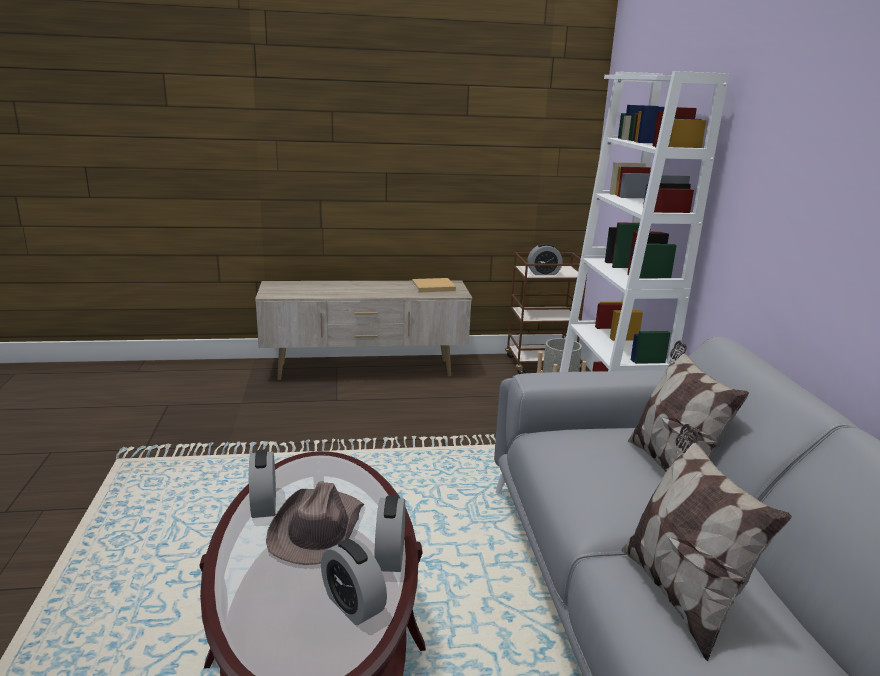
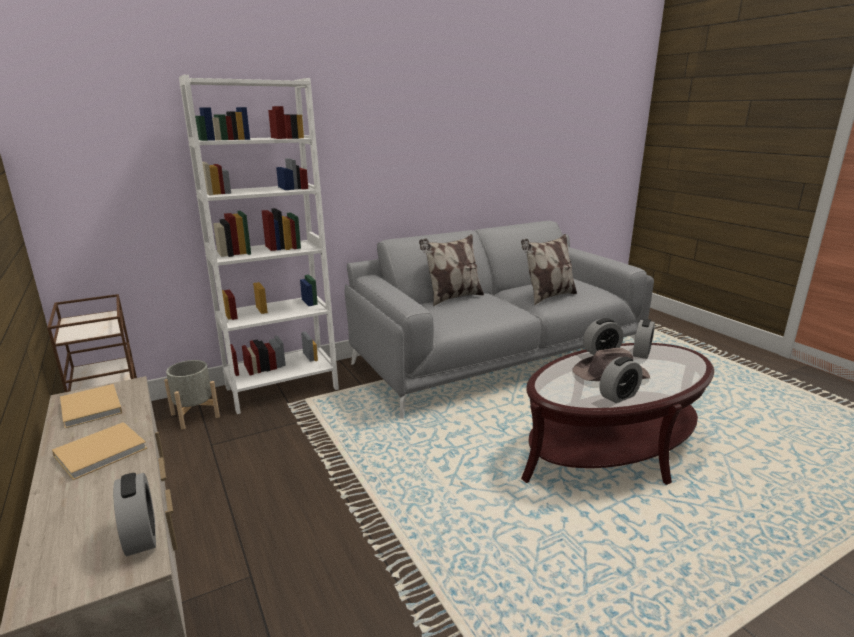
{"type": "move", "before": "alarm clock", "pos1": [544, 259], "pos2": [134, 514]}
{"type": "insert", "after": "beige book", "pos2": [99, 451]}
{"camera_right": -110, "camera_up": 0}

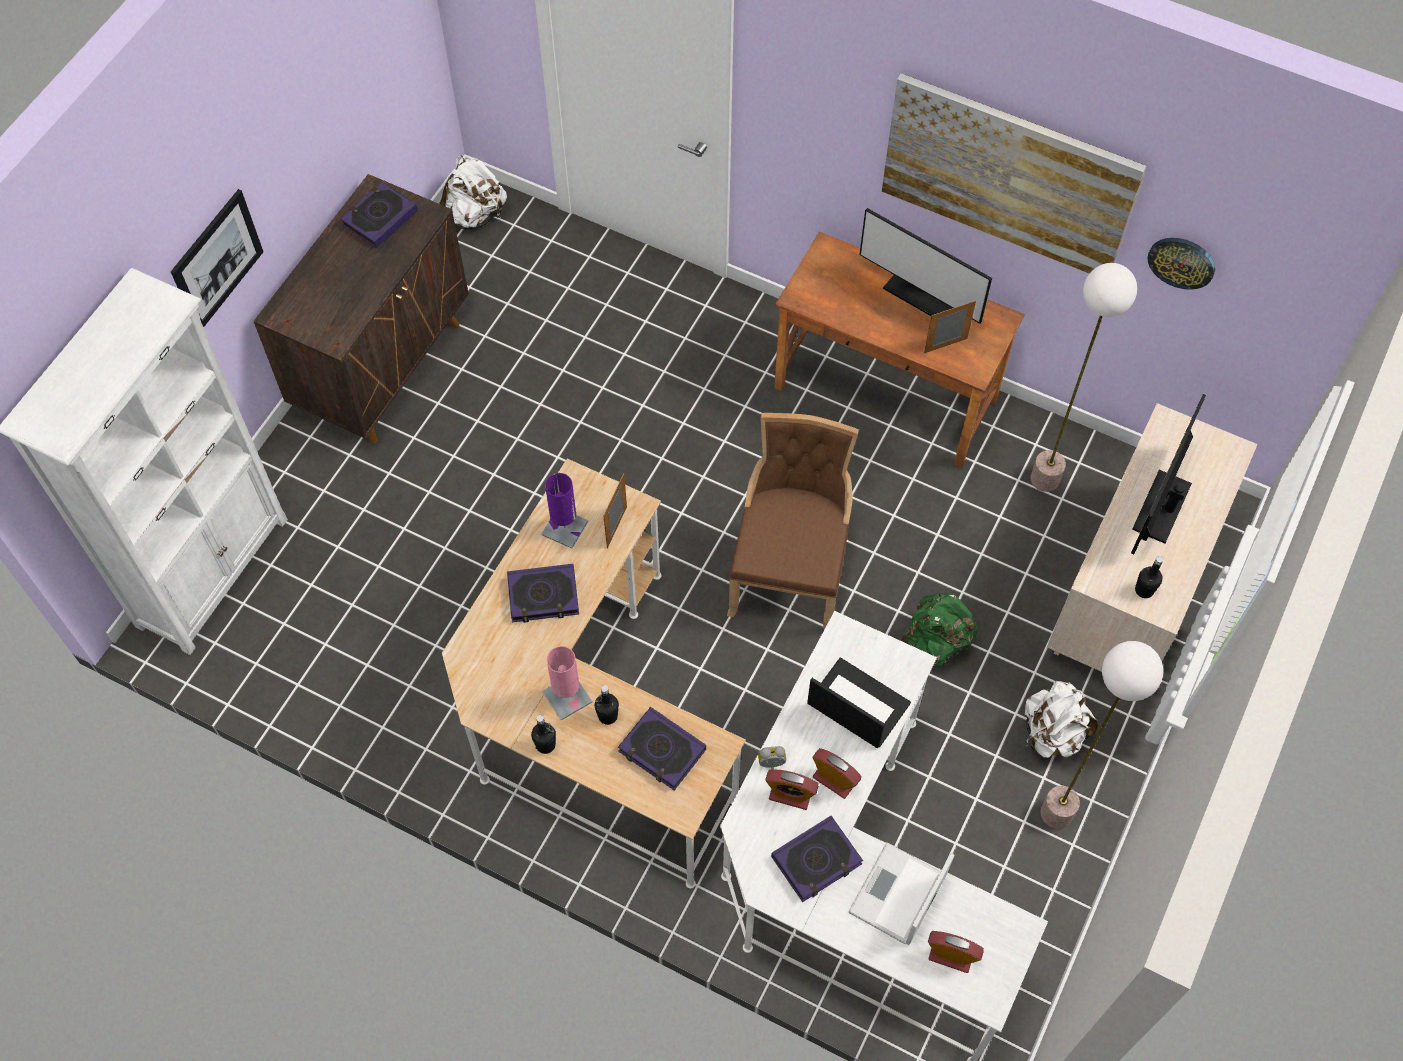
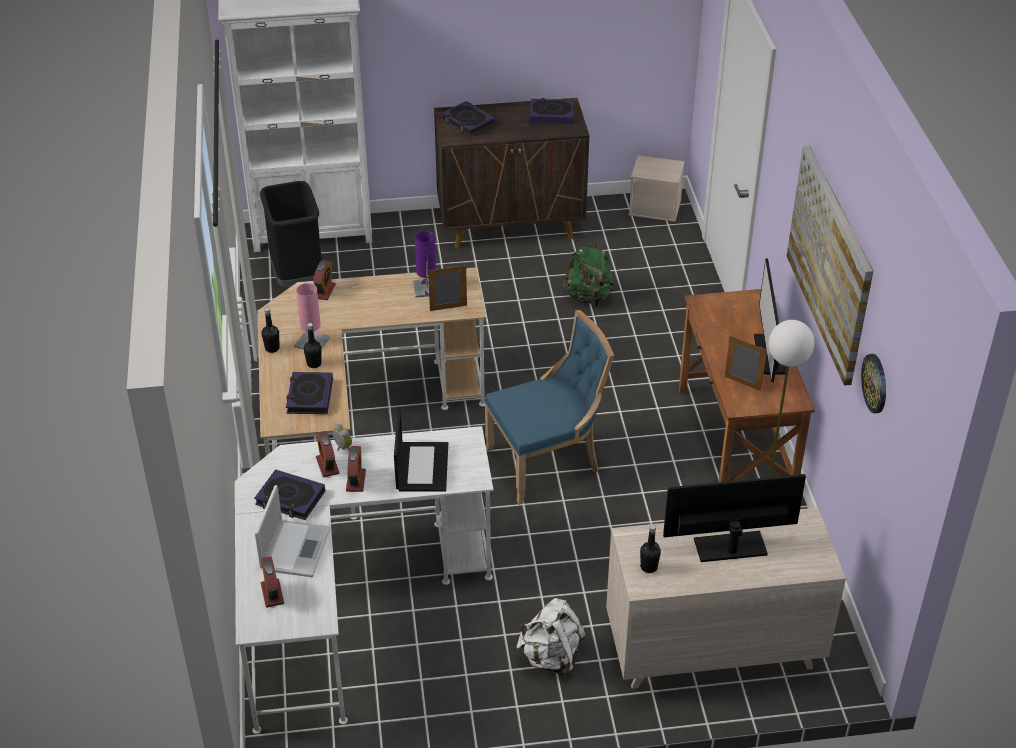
{"type": "delete", "before": "picture", "pos1": [217, 258]}
{"type": "replace", "before": "white backpack", "after": "beige storage box", "pos1": [473, 192], "pos2": [657, 188]}
{"type": "move", "before": "book", "pos1": [543, 593], "pos2": [468, 118]}
{"type": "recolor", "before": "brown chair", "after": "blue chair", "pos1": [793, 521], "pos2": [549, 407]}
{"type": "rotate", "before": "laptop", "pos1": [902, 893], "pos2": [293, 531], "turn": 105}
{"type": "move", "before": "green backpack", "pos1": [938, 629], "pos2": [588, 273]}
{"type": "delete", "before": "floor lamp", "pos1": [1102, 735]}
{"type": "insert", "after": "black trash can", "pos2": [291, 234]}
{"type": "insert", "after": "alarm clock", "pos2": [324, 280]}
{"camera_right": 55, "camera_up": -20}

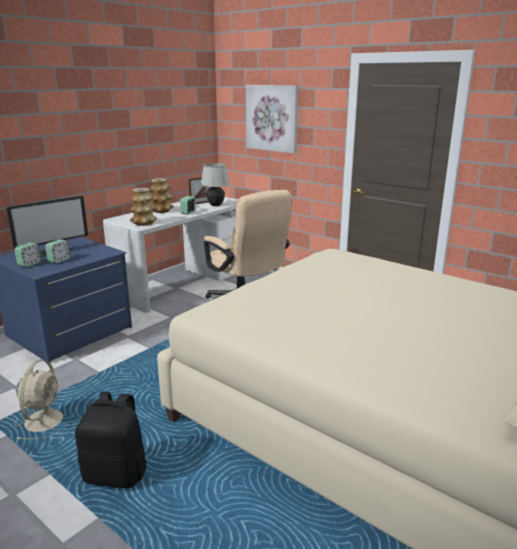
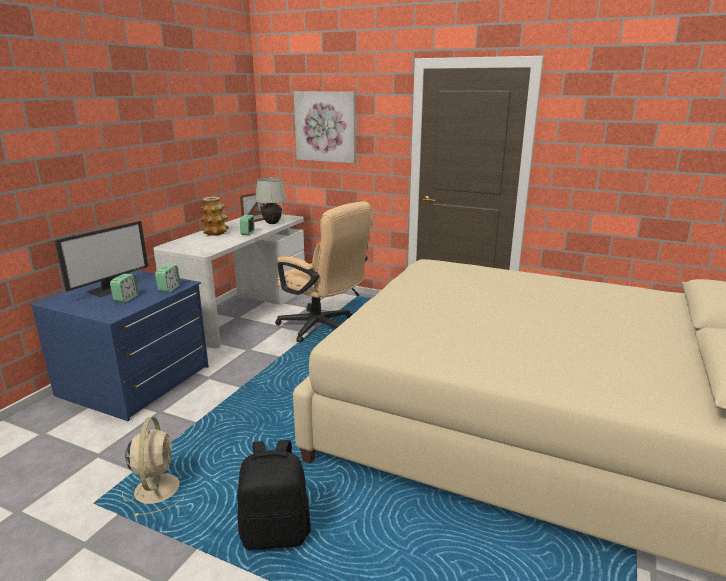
{"type": "move", "before": "alarm clock", "pos1": [28, 255], "pos2": [167, 278]}
{"type": "delete", "before": "vase", "pos1": [143, 207]}
{"camera_right": -15, "camera_up": 0}

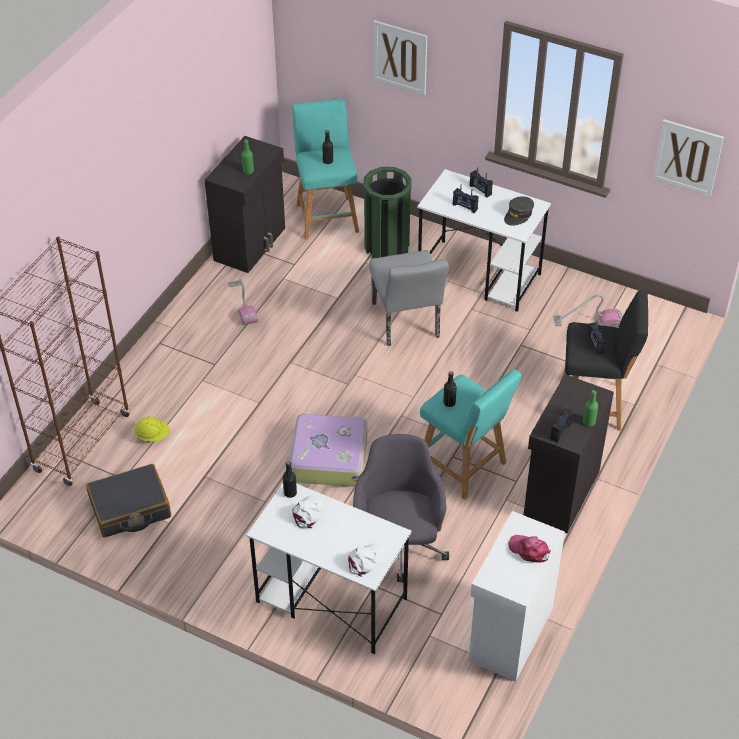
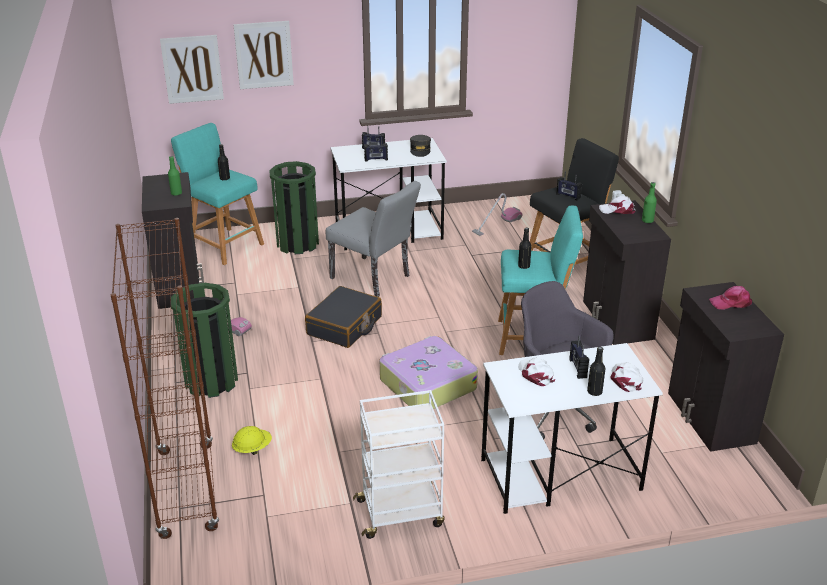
{"type": "move", "before": "black suitcase", "pos1": [128, 501], "pos2": [343, 317]}
{"type": "move", "before": "black bottle", "pos1": [290, 479], "pos2": [596, 371]}
{"type": "recolor", "before": "white cabinet", "after": "black cabinet", "pos1": [517, 596], "pos2": [726, 367]}
{"type": "move", "before": "radio", "pos1": [561, 425], "pos2": [579, 357]}
{"type": "move", "before": "picture", "pos1": [688, 158], "pos2": [192, 69]}
{"type": "insert", "after": "green trash can", "pos2": [204, 340]}
{"type": "insert", "after": "white cart", "pos2": [399, 464]}
{"type": "insert", "after": "white cap", "pos2": [617, 205]}
{"camera_right": -40, "camera_up": -15}

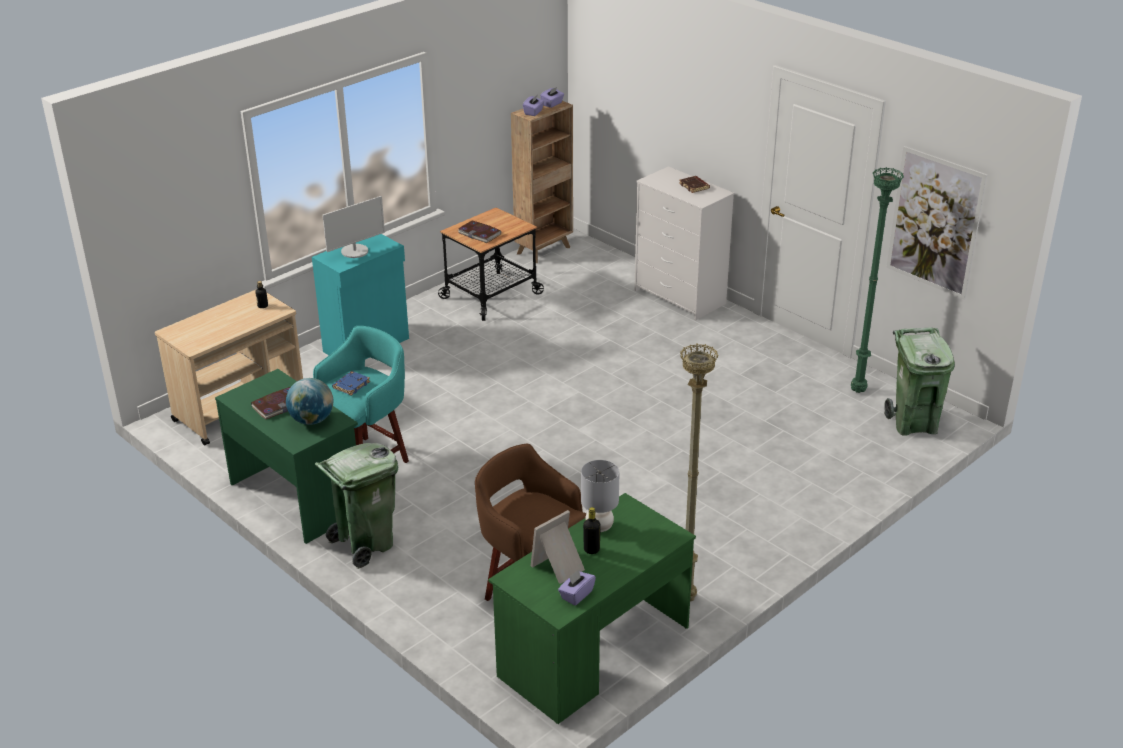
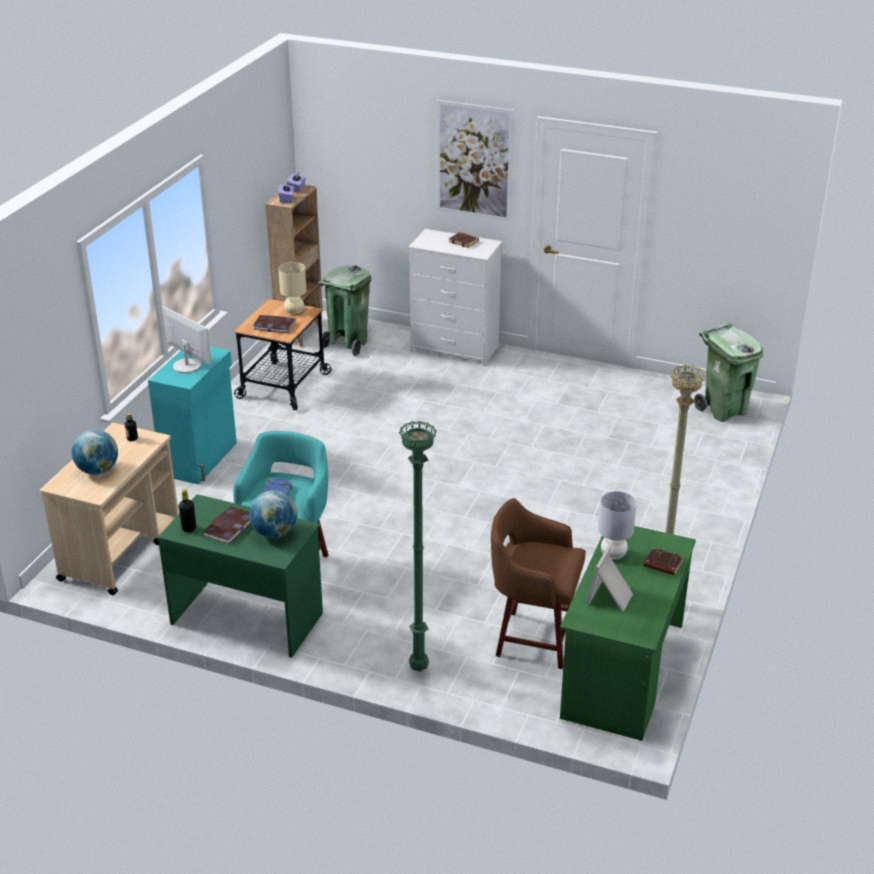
{"type": "move", "before": "green trash can", "pos1": [356, 506], "pos2": [344, 311]}
{"type": "rotate", "before": "monitor", "pos1": [353, 227], "pos2": [187, 339], "turn": -75}
{"type": "delete", "before": "purple tissue box", "pos1": [577, 587]}
{"type": "move", "before": "black bottle", "pos1": [592, 530], "pos2": [187, 510]}
{"type": "move", "before": "green floor lamp", "pos1": [877, 280], "pos2": [418, 546]}
{"type": "move", "before": "picture", "pos1": [936, 223], "pos2": [475, 160]}
{"type": "insert", "after": "globe", "pos2": [95, 452]}
{"type": "insert", "after": "beige table lamp", "pos2": [292, 288]}
{"type": "insert", "after": "brown book", "pos2": [663, 561]}
{"camera_right": -25, "camera_up": 0}

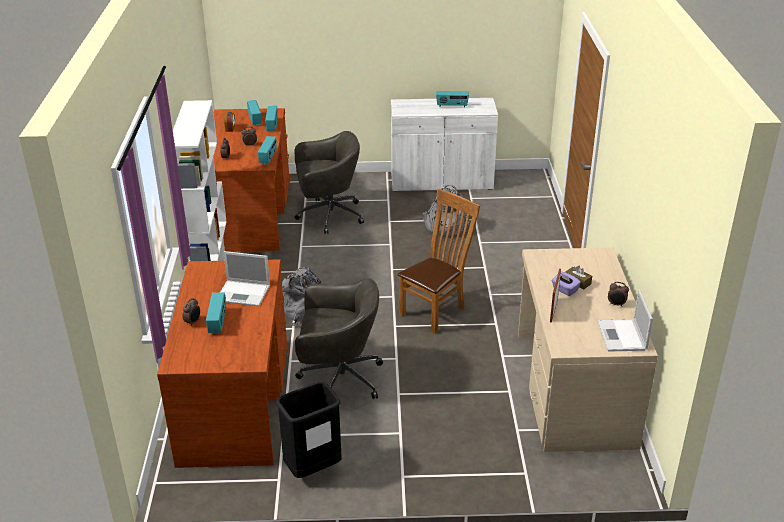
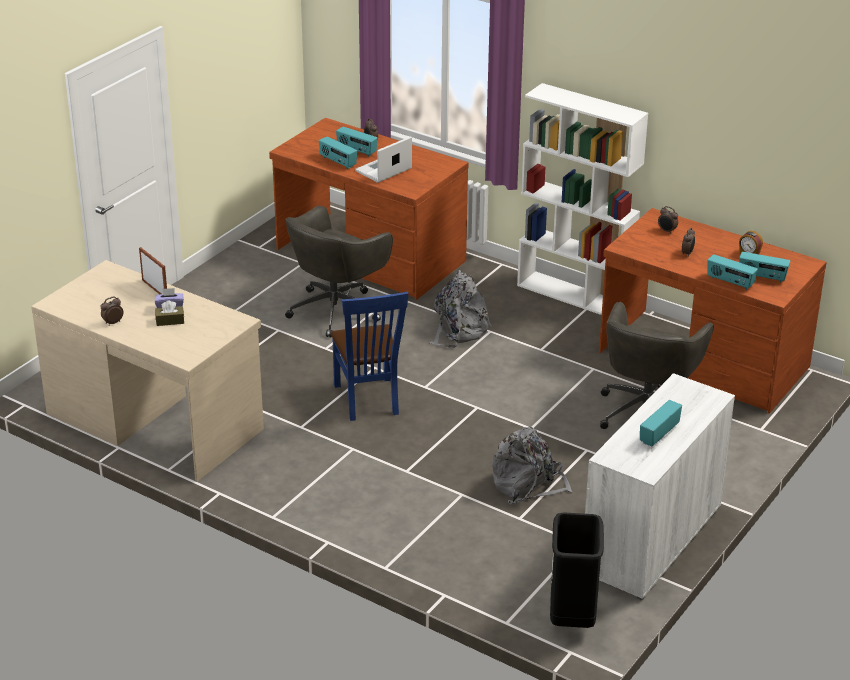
{"type": "move", "before": "radio", "pos1": [267, 150], "pos2": [338, 153]}
{"type": "move", "before": "black trash can", "pos1": [309, 430], "pos2": [577, 570]}
{"type": "recolor", "before": "brown chair", "after": "blue chair", "pos1": [439, 261], "pos2": [370, 356]}
{"type": "delete", "before": "laptop", "pos1": [625, 321]}
{"camera_right": 125, "camera_up": 0}

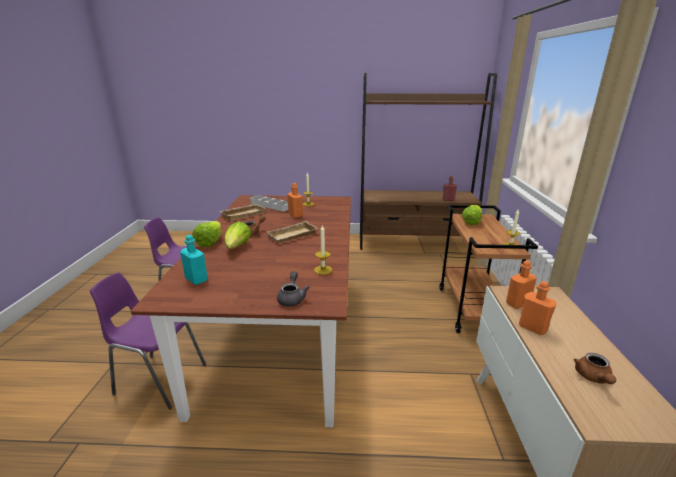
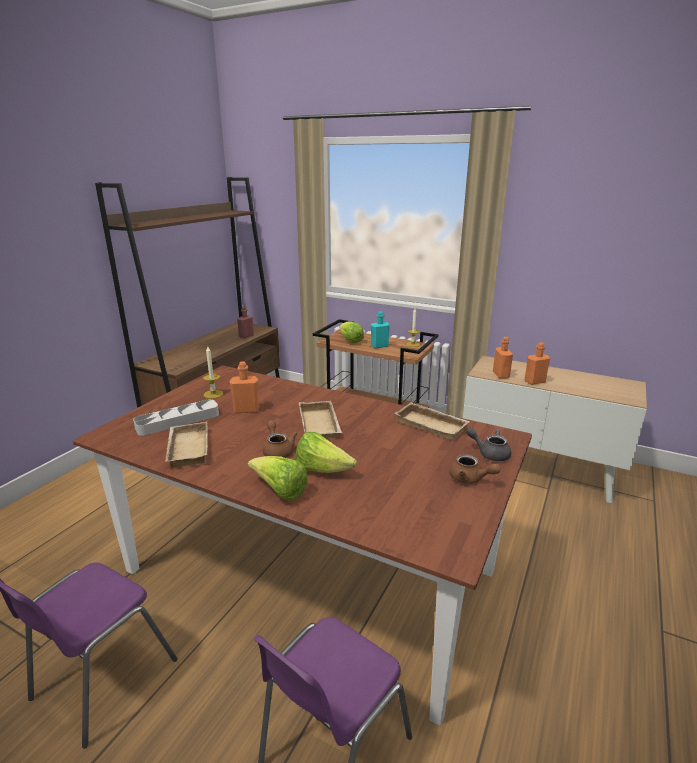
{"type": "move", "before": "turquoise bottle", "pos1": [194, 260], "pos2": [380, 330]}
{"type": "replace", "before": "candle", "after": "beige tray", "pos1": [323, 249], "pos2": [432, 421]}
{"type": "move", "before": "brown teapot", "pos1": [595, 368], "pos2": [475, 469]}
{"camera_right": -65, "camera_up": 0}

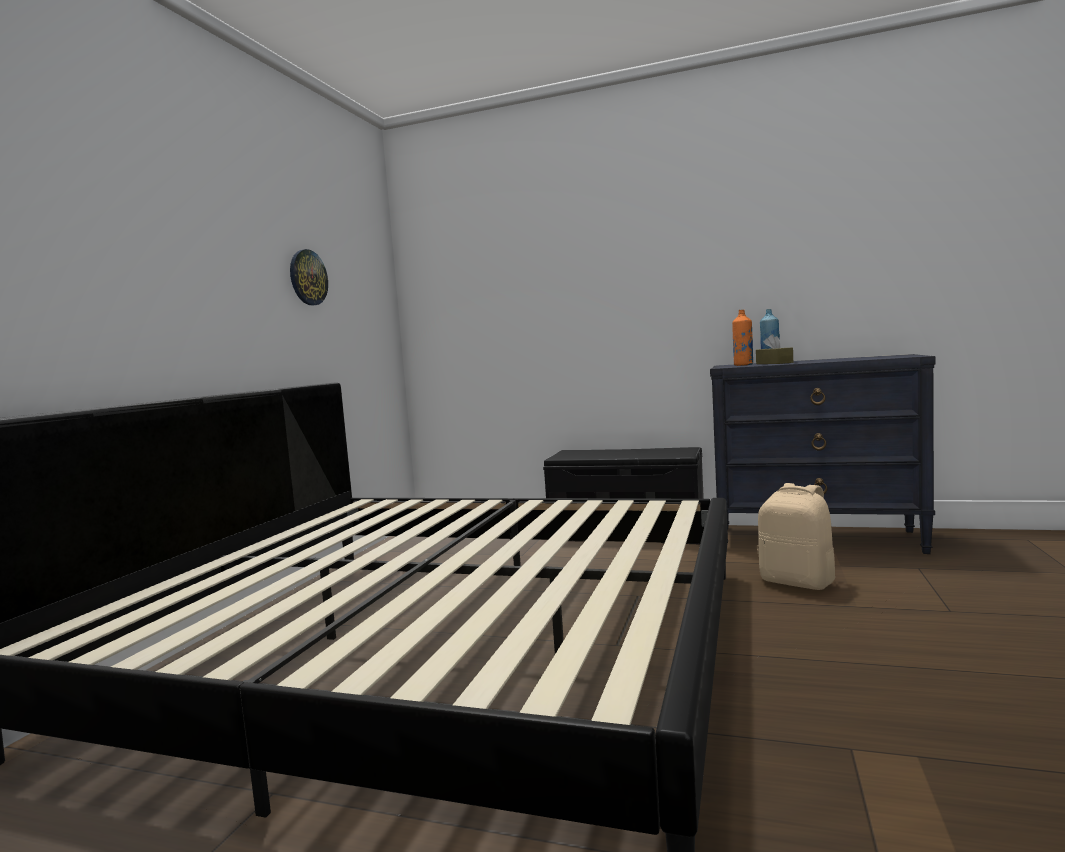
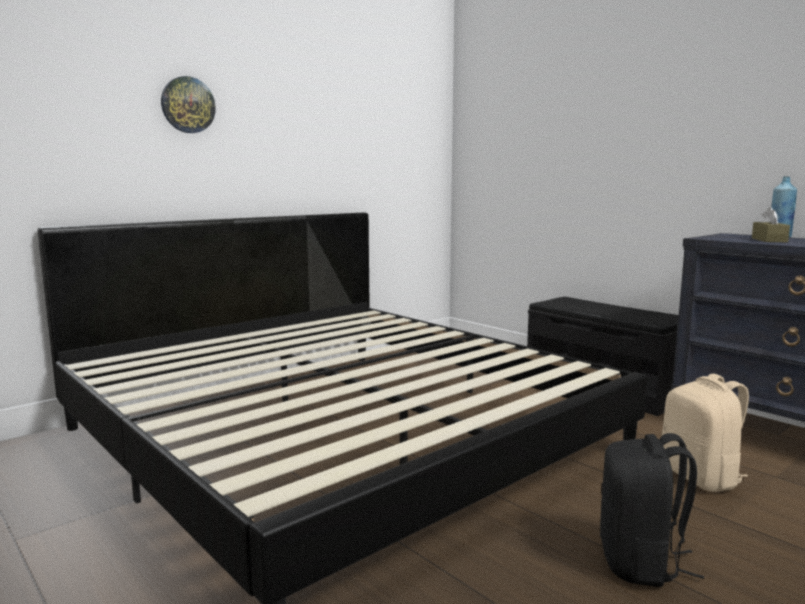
{"type": "move", "before": "wall clock", "pos1": [309, 277], "pos2": [188, 104]}
{"type": "delete", "before": "orange bottle", "pos1": [742, 338]}
{"type": "insert", "after": "black backpack", "pos2": [652, 510]}
{"camera_right": 30, "camera_up": 5}

